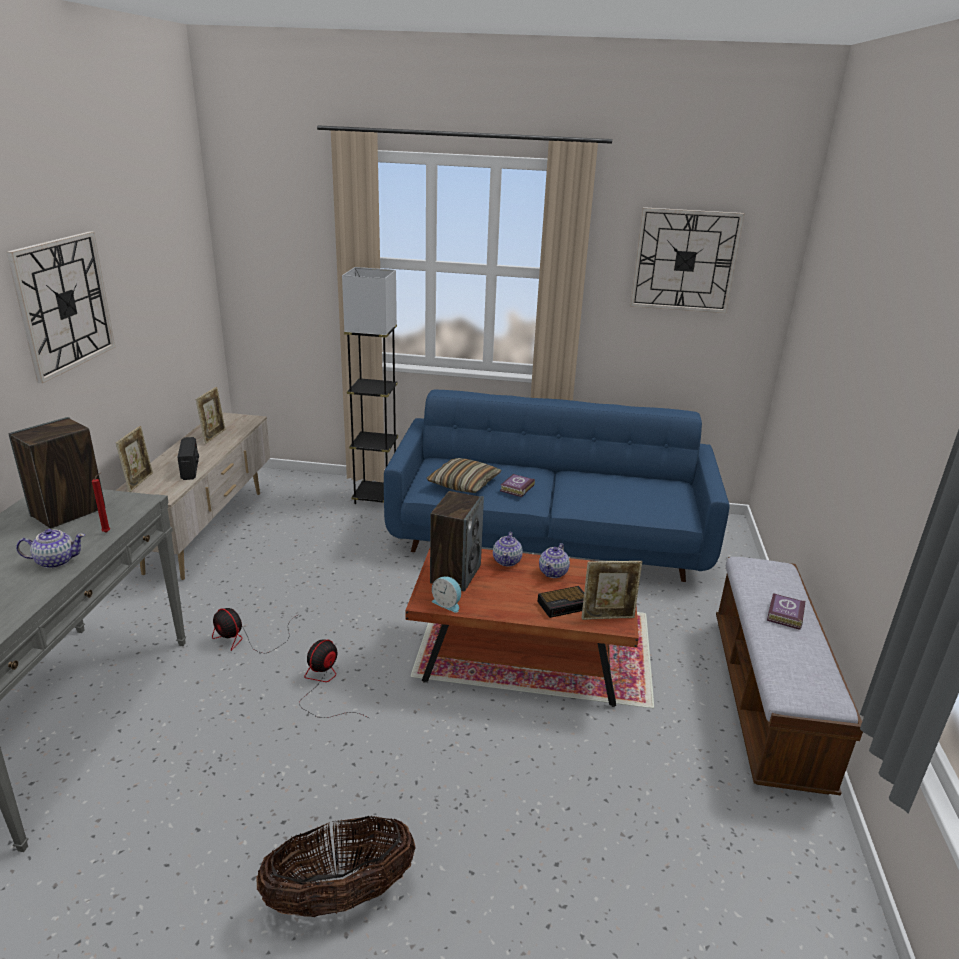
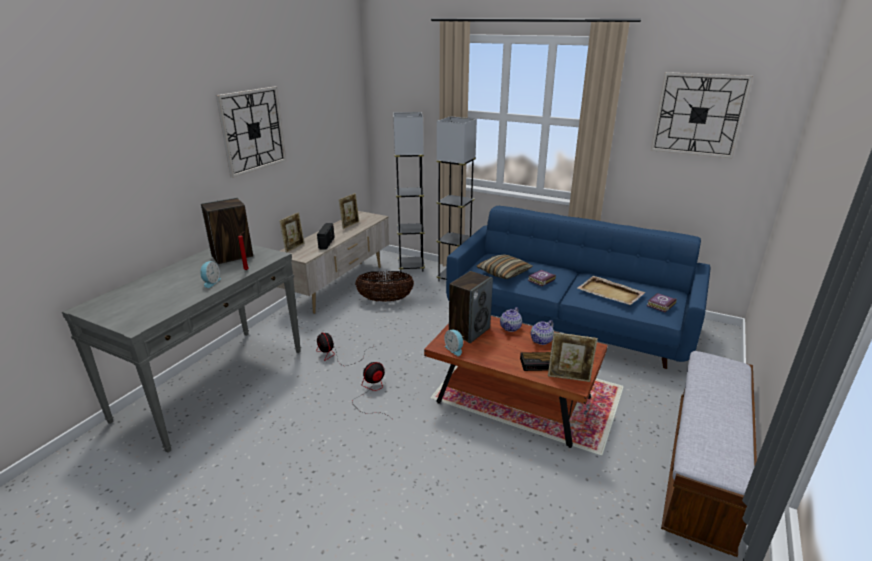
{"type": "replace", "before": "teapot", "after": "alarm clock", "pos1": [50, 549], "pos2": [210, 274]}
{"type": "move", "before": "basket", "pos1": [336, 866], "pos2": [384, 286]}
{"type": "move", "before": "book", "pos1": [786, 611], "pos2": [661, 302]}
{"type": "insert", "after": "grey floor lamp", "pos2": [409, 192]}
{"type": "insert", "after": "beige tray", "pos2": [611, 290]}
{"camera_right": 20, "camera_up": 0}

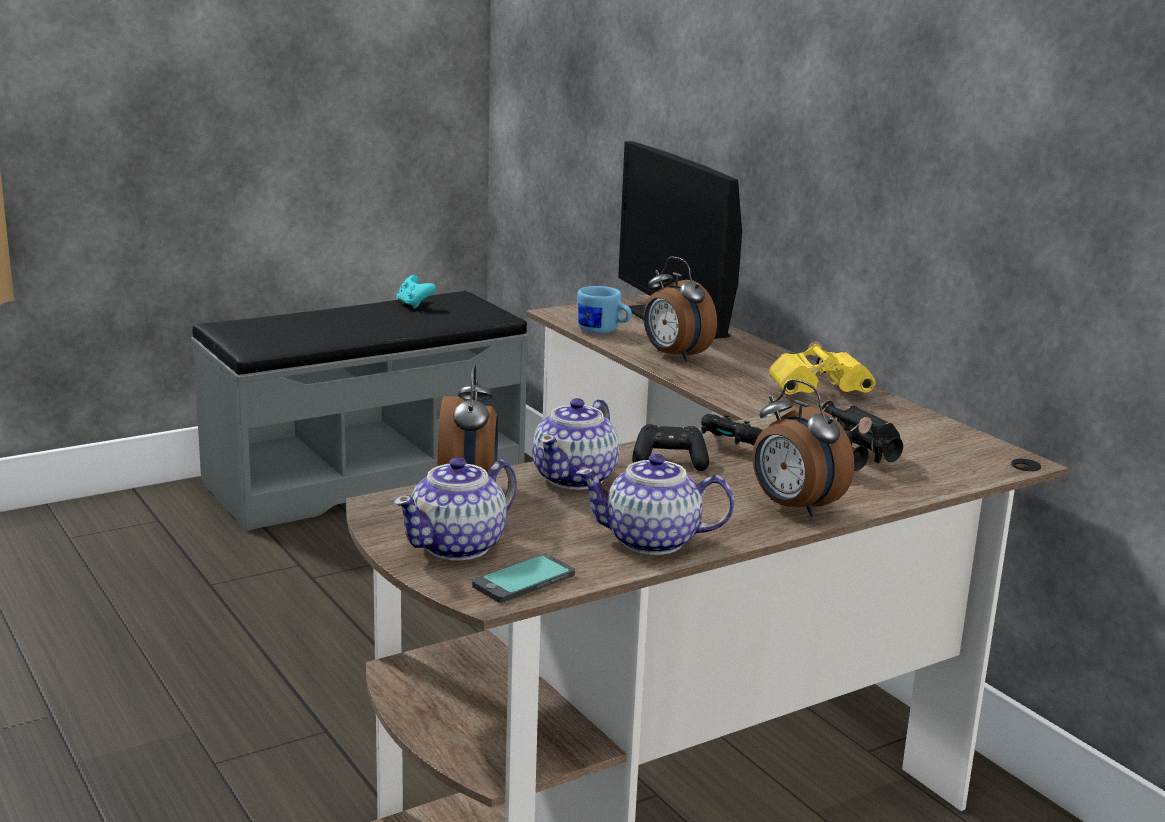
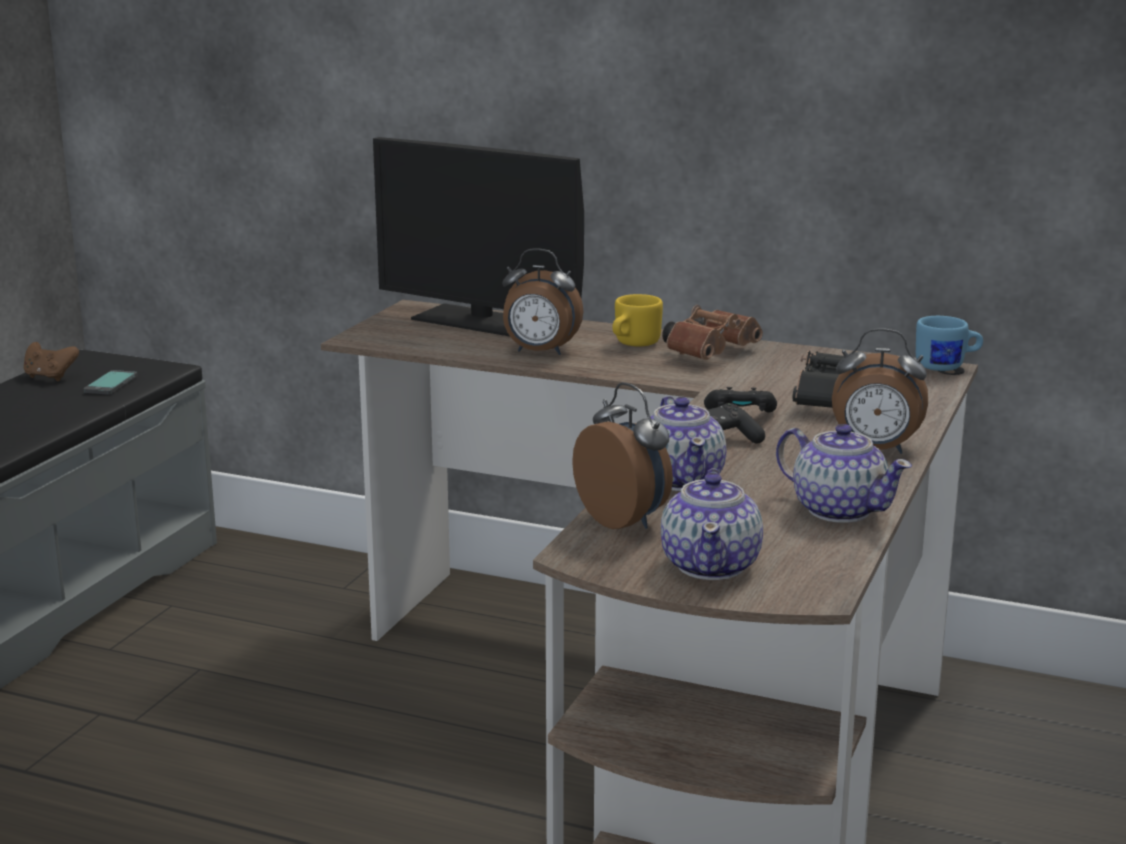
{"type": "recolor", "before": "turquoise game controller", "after": "brown game controller", "pos1": [416, 292], "pos2": [51, 361]}
{"type": "move", "before": "phone", "pos1": [523, 578], "pos2": [110, 382]}
{"type": "rotate", "before": "teapot", "pos1": [655, 504], "pos2": [844, 473], "turn": -105}
{"type": "move", "before": "blue mug", "pos1": [604, 310], "pos2": [949, 343]}
{"type": "recolor", "before": "yellow binoculars", "after": "brown binoculars", "pos1": [822, 368], "pos2": [712, 332]}
{"type": "insert", "after": "yellow mug", "pos2": [637, 320]}
{"camera_right": -35, "camera_up": 0}

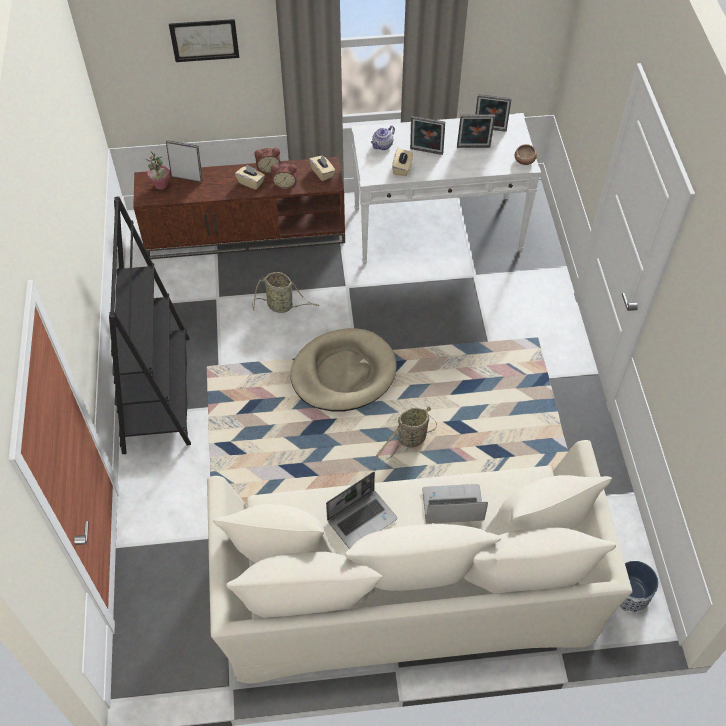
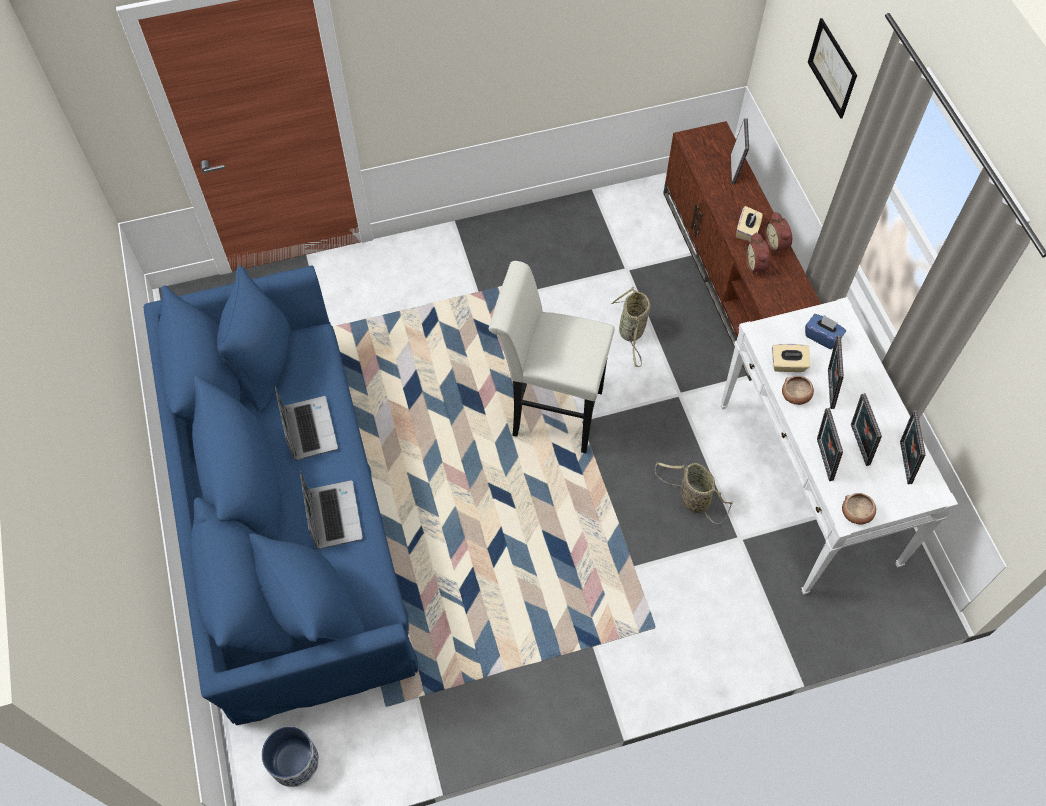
{"type": "delete", "before": "black bookcase", "pos1": [150, 325]}
{"type": "delete", "before": "potted plant", "pos1": [157, 171]}
{"type": "recolor", "before": "beige sofa", "after": "blue sofa", "pos1": [419, 562], "pos2": [281, 495]}
{"type": "replace", "before": "beige dog bed", "after": "white stool", "pos1": [344, 370], "pos2": [552, 357]}
{"type": "delete", "before": "beige tissue box", "pos1": [322, 168]}
{"type": "rotate", "before": "laptop", "pos1": [361, 510], "pos2": [306, 422], "turn": -150}
{"type": "replace", "before": "teapot", "after": "blue tissue box", "pos1": [383, 137], "pos2": [825, 331]}
{"type": "move", "before": "basket", "pos1": [406, 433], "pos2": [693, 493]}
{"type": "insert", "after": "bowl", "pos2": [798, 390]}
{"type": "insert", "after": "picture frame", "pos2": [830, 444]}
{"camera_right": 80, "camera_up": 5}

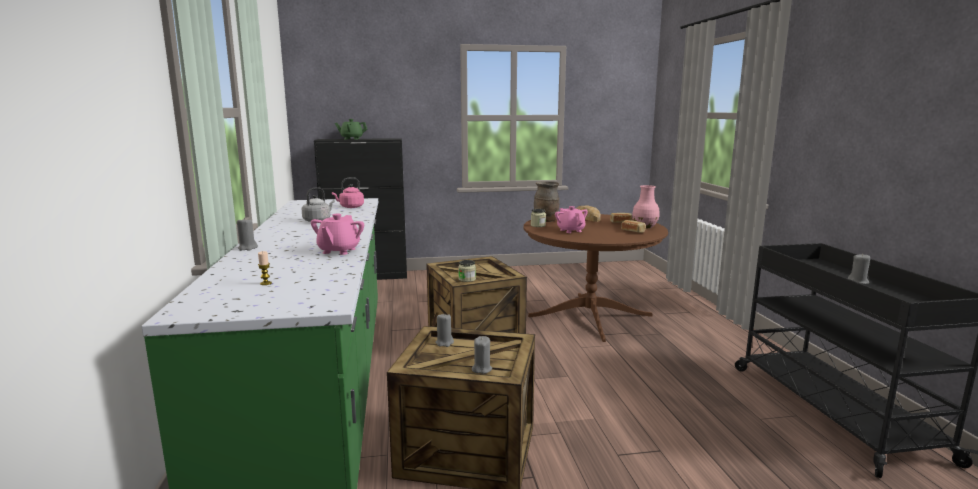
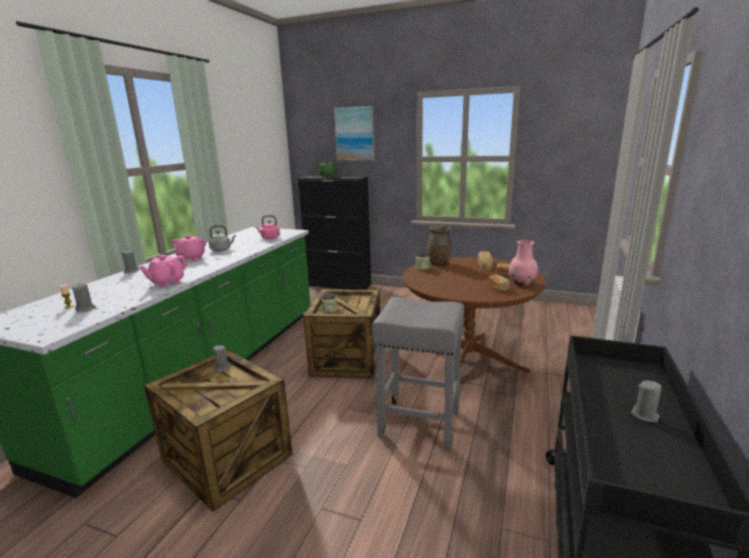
{"type": "move", "before": "grey candle", "pos1": [482, 355], "pos2": [84, 297]}
{"type": "move", "before": "pink teapot", "pos1": [571, 219], "pos2": [189, 248]}
{"type": "insert", "after": "picture", "pos2": [354, 133]}
{"type": "insert", "after": "grey stool", "pos2": [418, 373]}
{"camera_right": 30, "camera_up": 5}

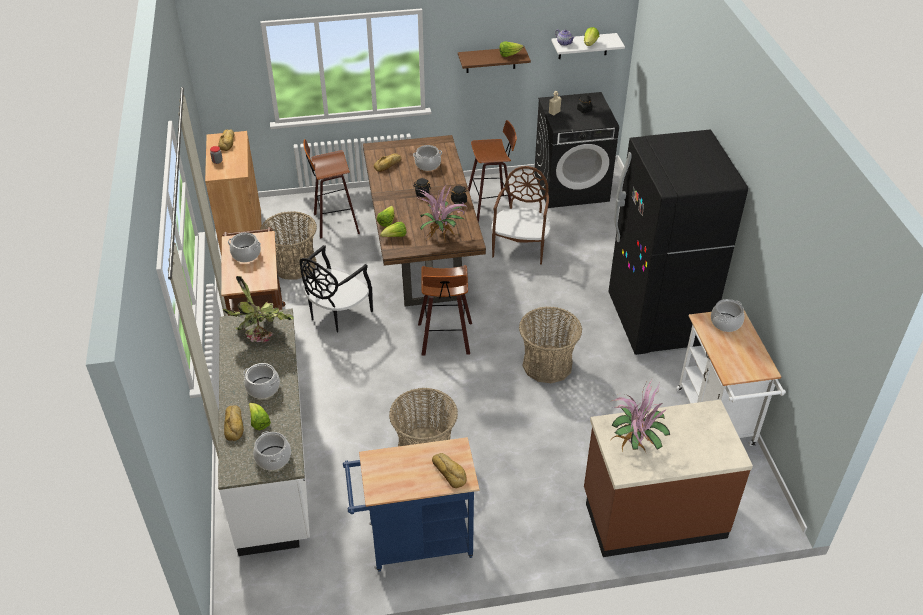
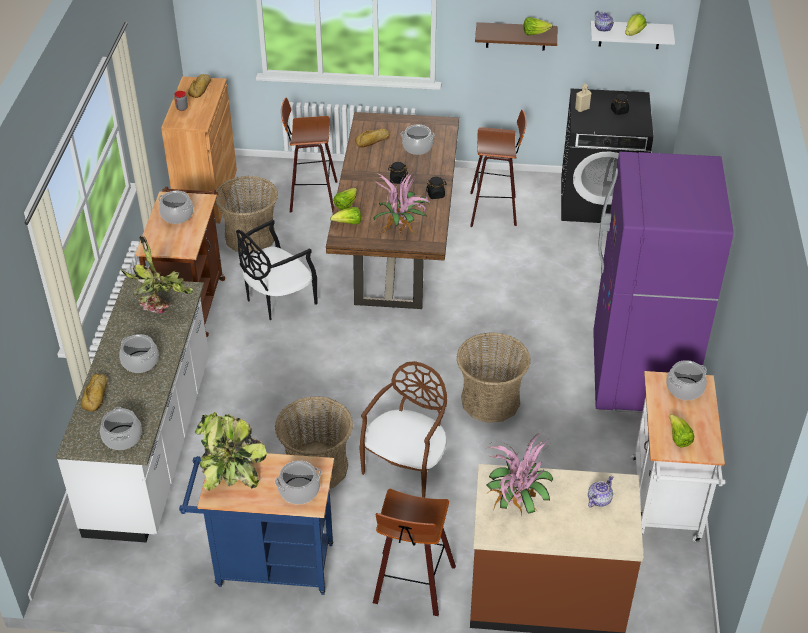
{"type": "move", "before": "lettuce", "pos1": [260, 416], "pos2": [681, 430]}
{"type": "move", "before": "stool", "pos1": [445, 310], "pos2": [414, 552]}
{"type": "replace", "before": "bread", "after": "cooking pot", "pos1": [449, 470], "pos2": [298, 482]}
{"type": "move", "before": "brown chair", "pos1": [521, 215], "pos2": [403, 429]}
{"type": "recolor", "before": "black fridge", "after": "purple fridge", "pos1": [678, 242], "pos2": [663, 282]}
{"type": "insert", "after": "potted plant", "pos2": [231, 451]}
{"type": "insert", "after": "teapot", "pos2": [600, 492]}
{"camera_right": 15, "camera_up": 0}

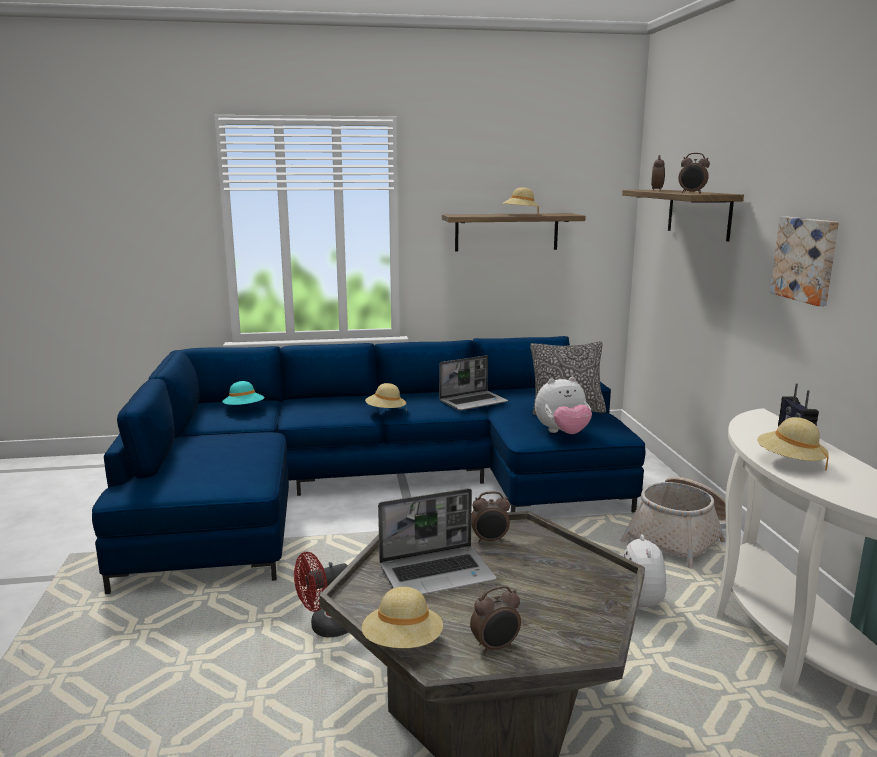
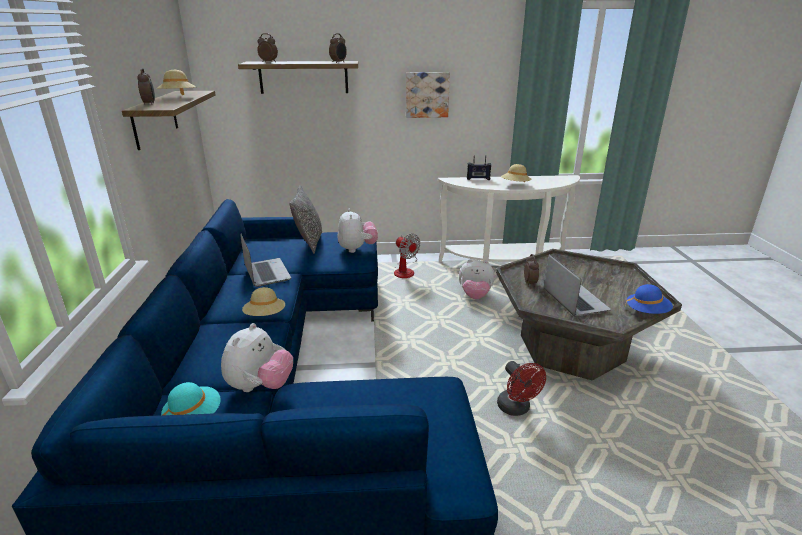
{"type": "recolor", "before": "beige hat", "after": "blue hat", "pos1": [402, 617], "pos2": [648, 299]}
{"type": "move", "before": "alarm clock", "pos1": [495, 620], "pos2": [146, 86]}
{"type": "replace", "before": "basket", "after": "fan", "pos1": [673, 522], "pos2": [407, 256]}
{"type": "insert", "after": "plush toy", "pos2": [257, 357]}
{"camera_right": -85, "camera_up": 10}

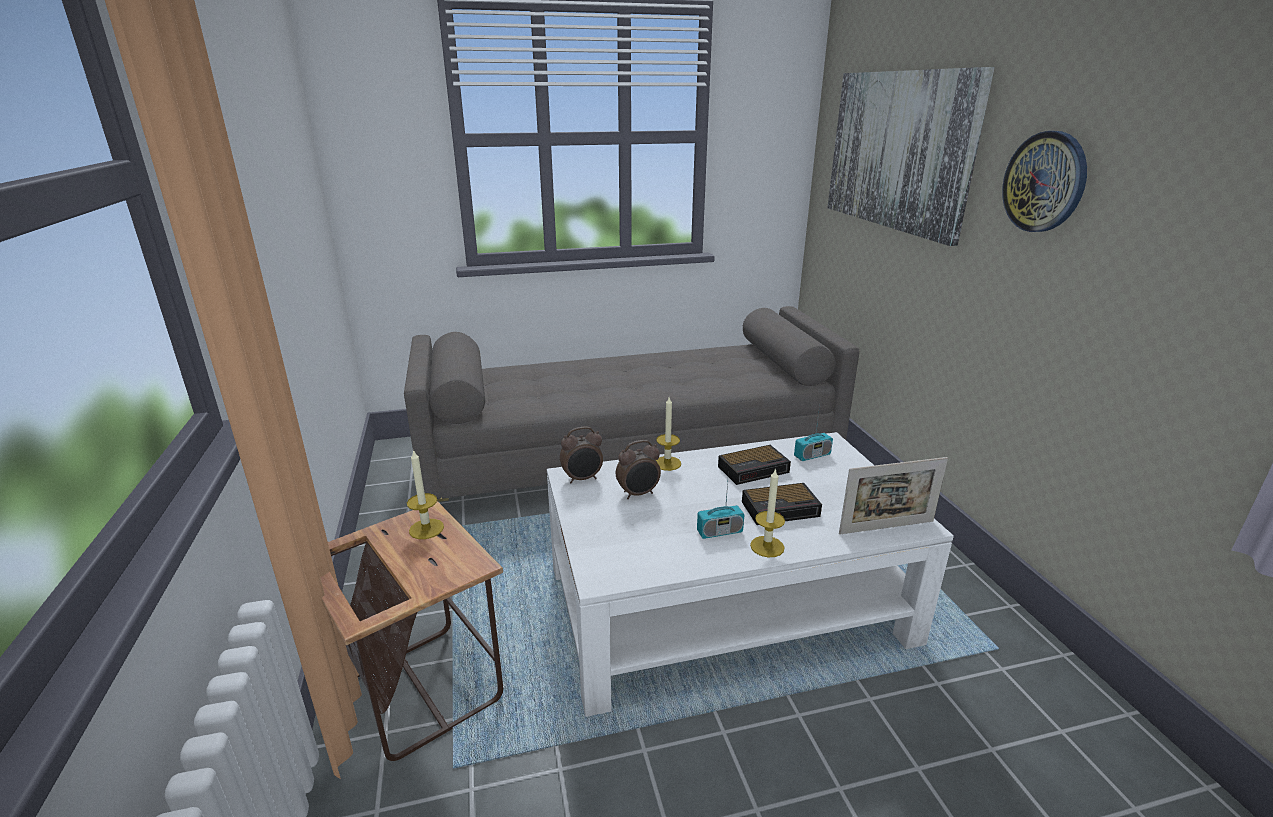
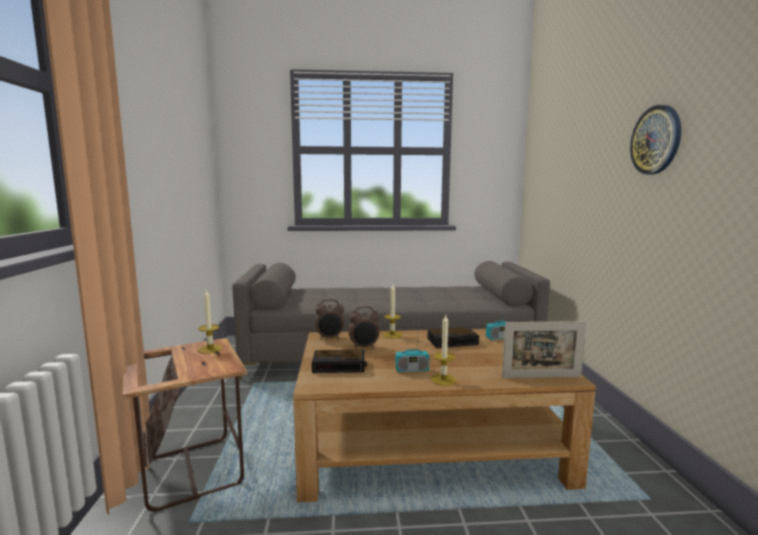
{"type": "recolor", "before": "white coffee table", "after": "brown coffee table", "pos1": [750, 574], "pos2": [444, 415]}
{"type": "move", "before": "alarm clock", "pos1": [782, 504], "pos2": [339, 361]}
{"type": "delete", "before": "picture", "pos1": [911, 156]}
{"camera_right": 10, "camera_up": -15}

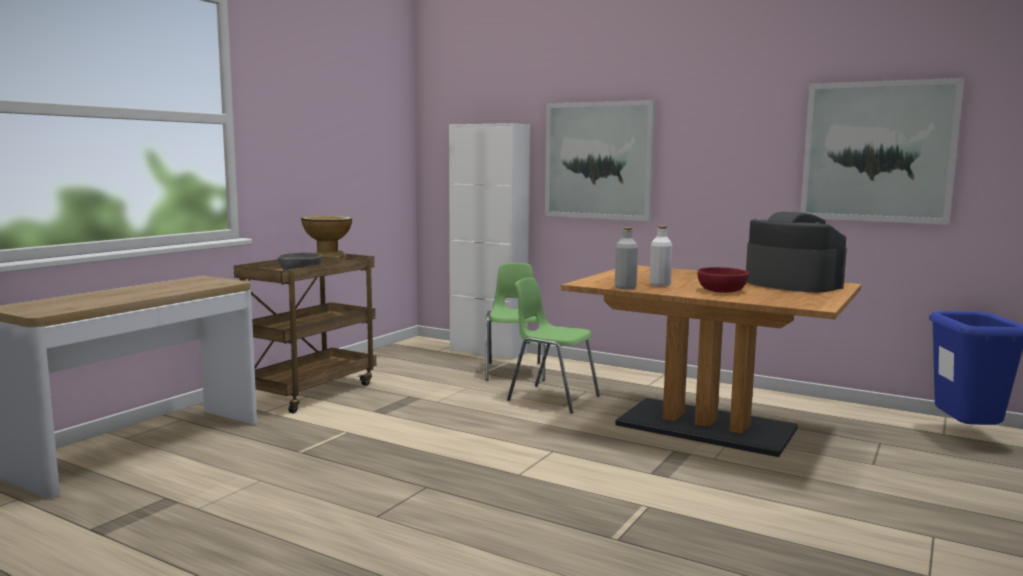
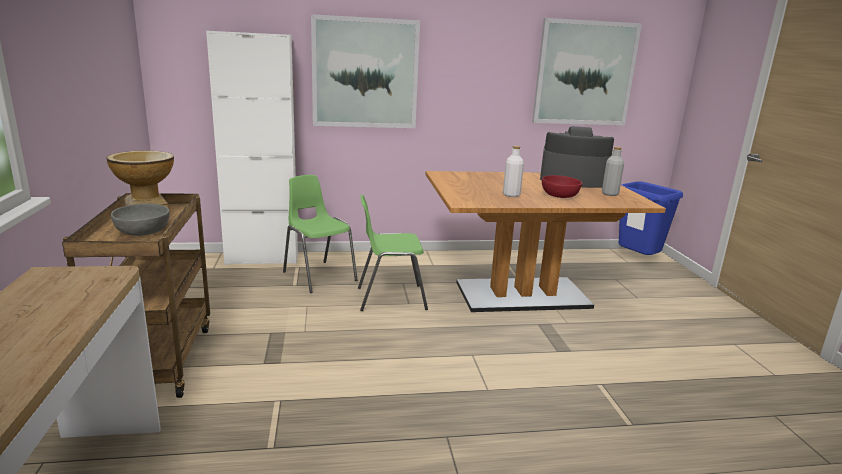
{"type": "move", "before": "grey bottle", "pos1": [626, 258], "pos2": [613, 171]}
{"camera_right": -40, "camera_up": 10}

